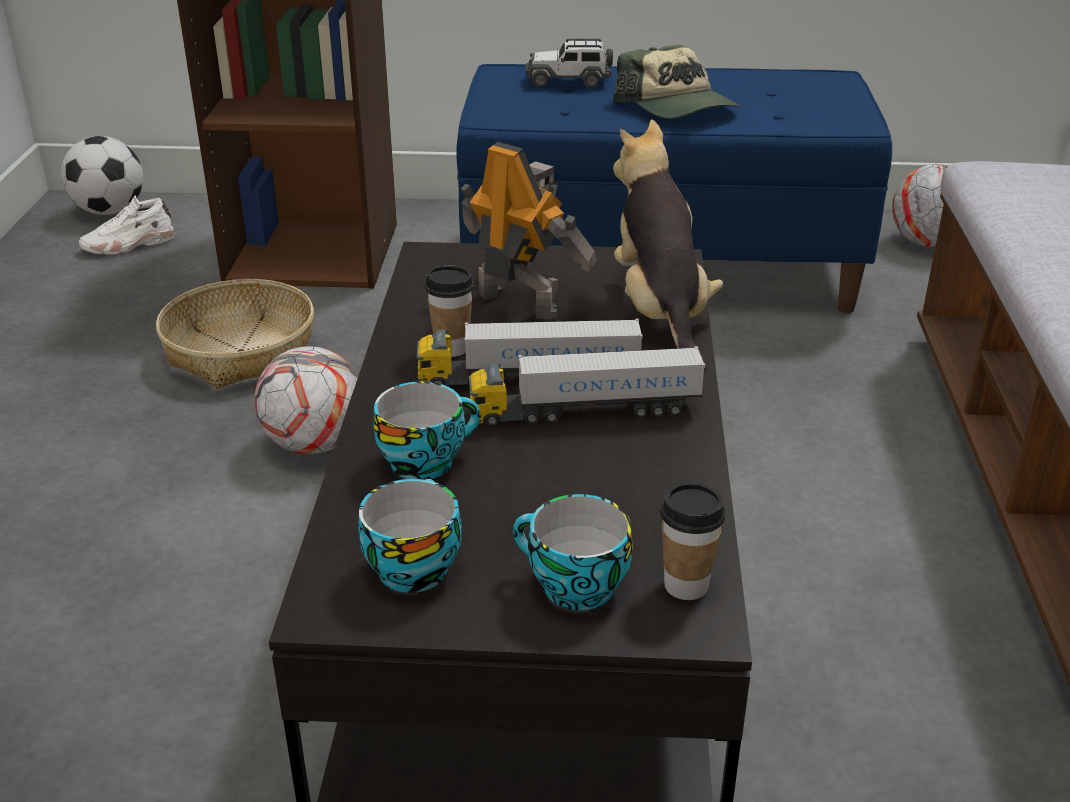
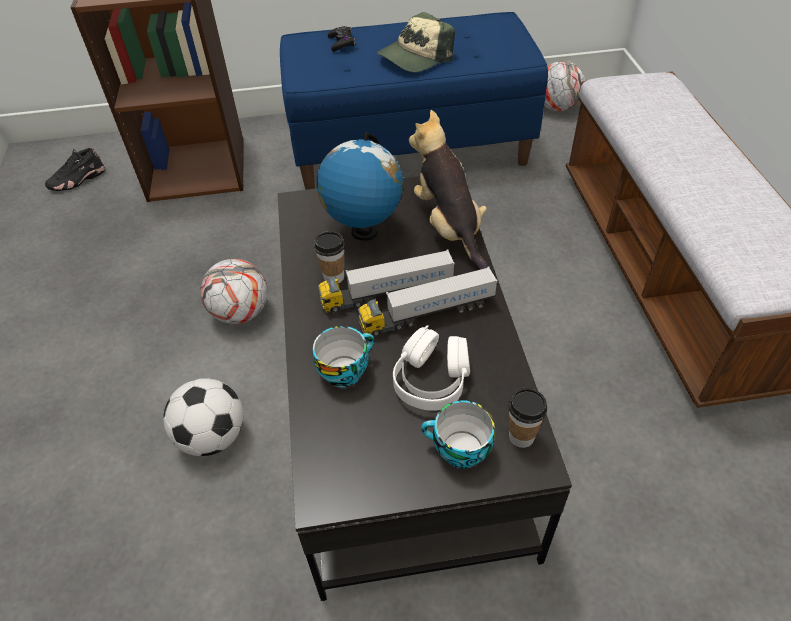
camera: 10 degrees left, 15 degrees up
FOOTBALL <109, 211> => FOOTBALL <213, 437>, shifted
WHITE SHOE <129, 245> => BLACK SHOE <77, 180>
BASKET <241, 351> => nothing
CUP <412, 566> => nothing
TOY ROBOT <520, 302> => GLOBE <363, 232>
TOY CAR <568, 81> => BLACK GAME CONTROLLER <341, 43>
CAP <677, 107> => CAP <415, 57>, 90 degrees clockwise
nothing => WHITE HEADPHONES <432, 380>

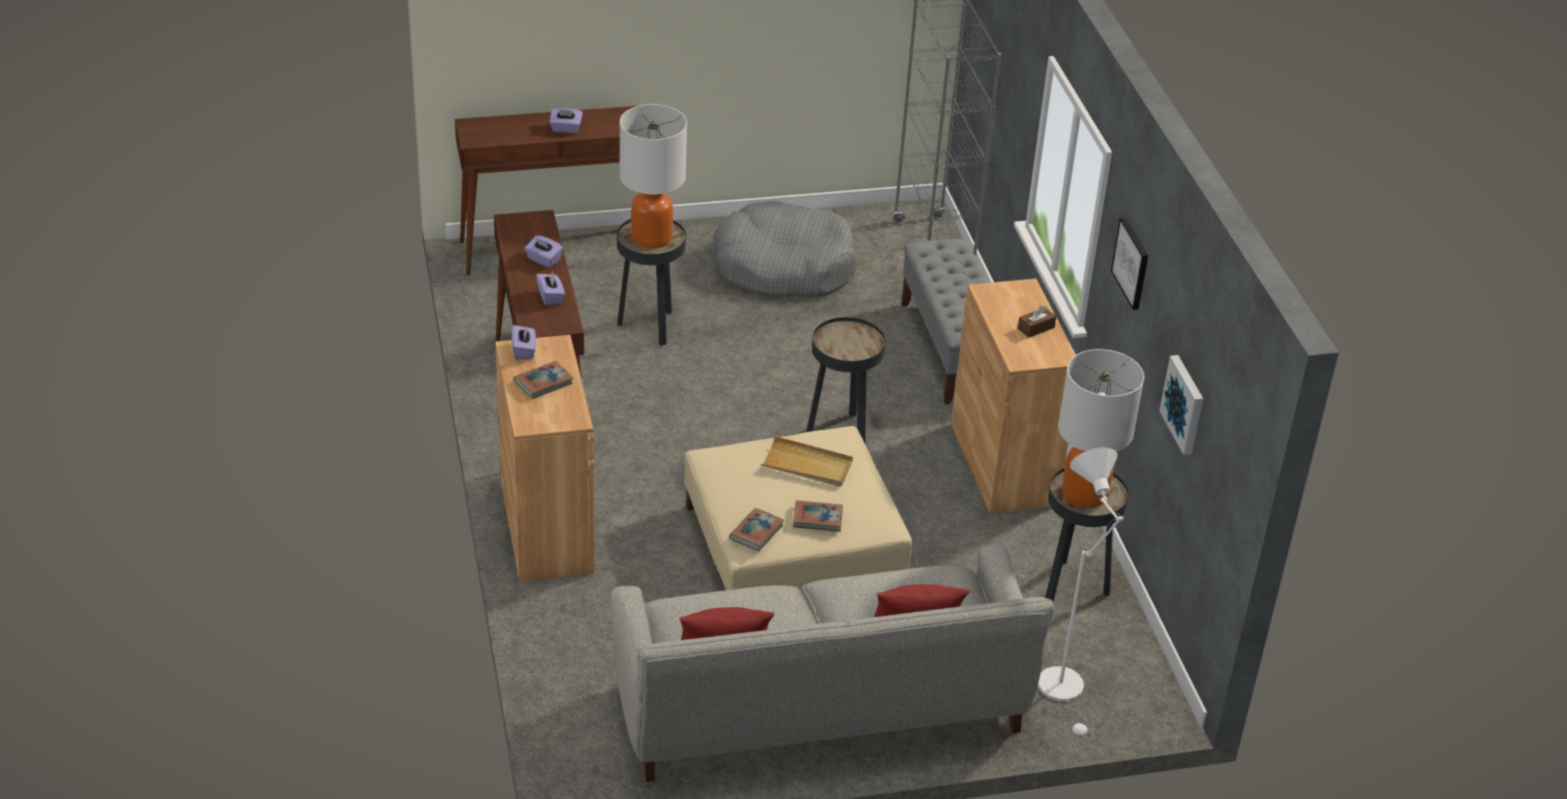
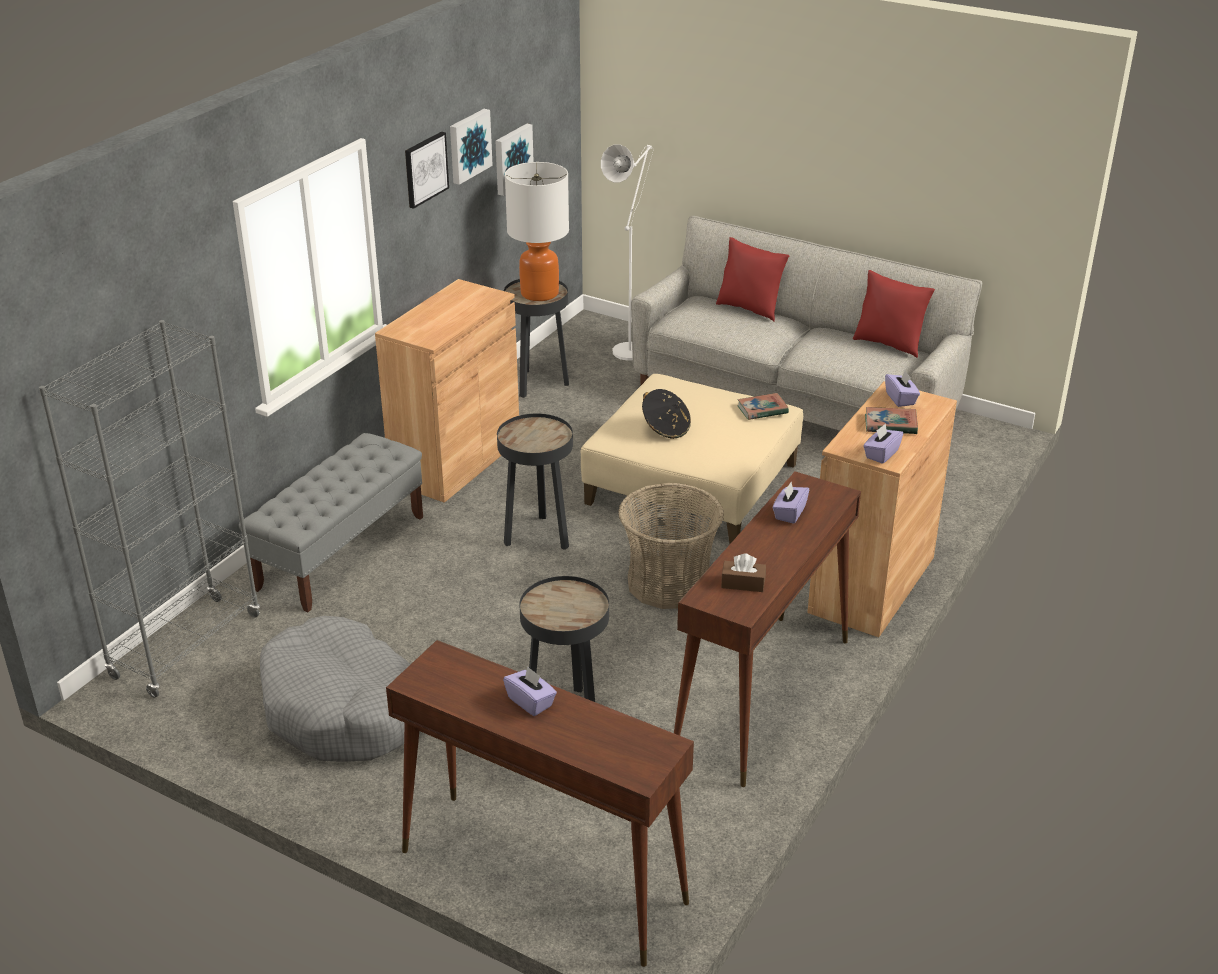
camera: 135 degrees left, 5 degrees down
PURPLE TISSUE BOX <543, 260> => PURPLE TISSUE BOX <900, 399>, shifted
TABLE LAMP <651, 238> => nothing
BEIGE TRAY <807, 465> => BLACK HAT <666, 428>
BOOK <817, 519> => nothing
BROWN TISSUE BOX <1036, 328> => BROWN TISSUE BOX <743, 583>, shifted
nothing => PICTURE <468, 145>
nothing => BASKET <669, 583>

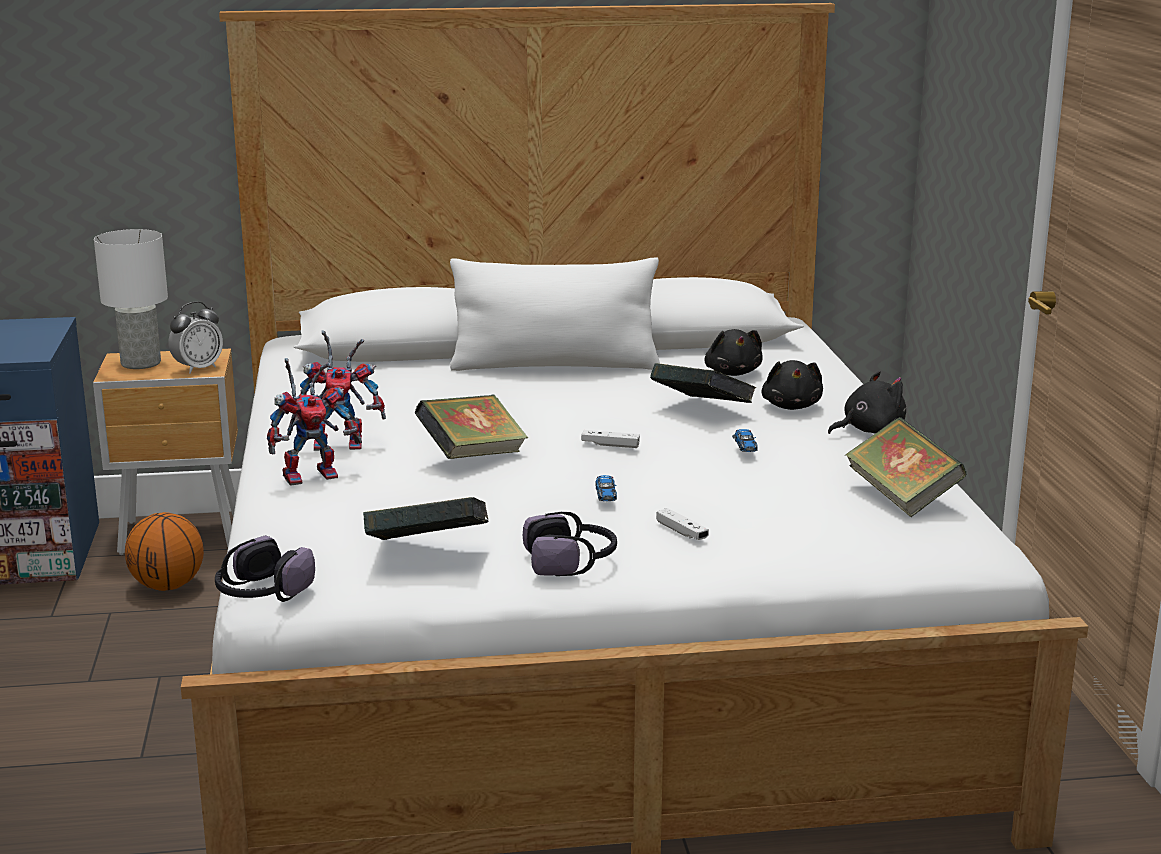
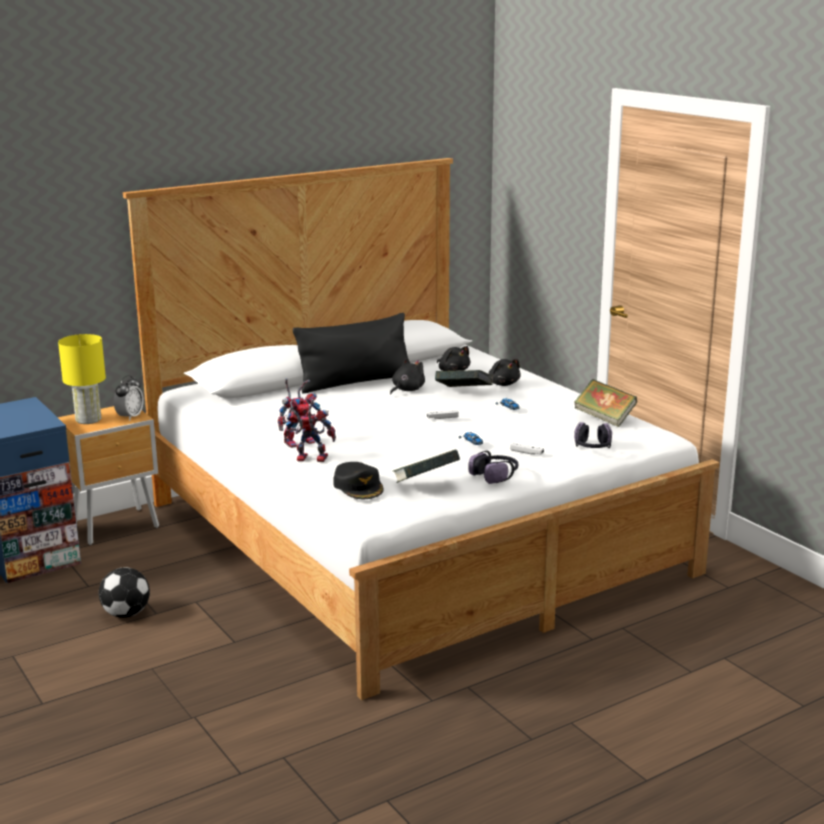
camera: 25 degrees left, 0 degrees up
WHITE TABLE LAMP <142, 363> => YELLOW TABLE LAMP <89, 419>
BASKETBALL <167, 586> => nothing
HEADPHONES <262, 593> => HEADPHONES <592, 447>, shifted
TOY ROBOT <313, 474> => TOY ROBOT <308, 459>, 120 degrees counterclockwise
BOOK <472, 456> => nothing
WHITE PILLOW <555, 366> => BLACK PILLOW <356, 382>
BLACK PLUSH TOY <869, 430> => BLACK PLUSH TOY <406, 390>, shifted
nothing => FOOTBALL <127, 613>
nothing => BLACK CAP <359, 486>

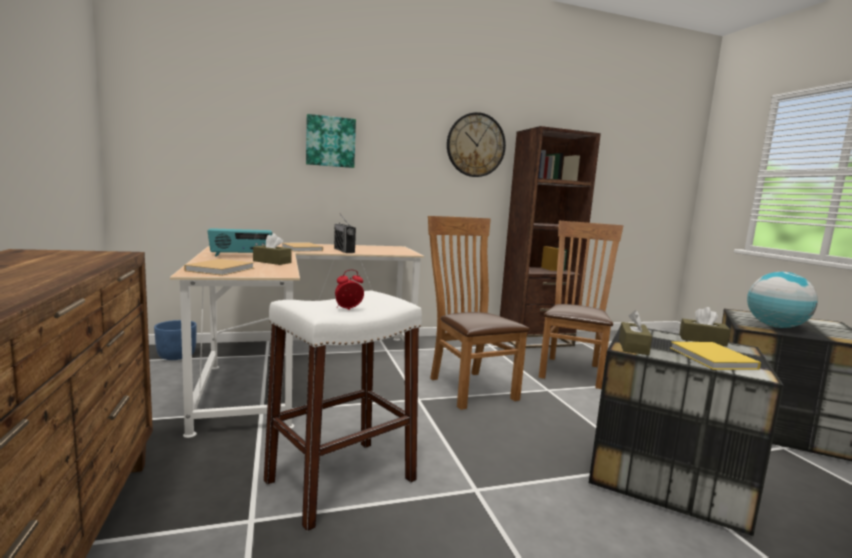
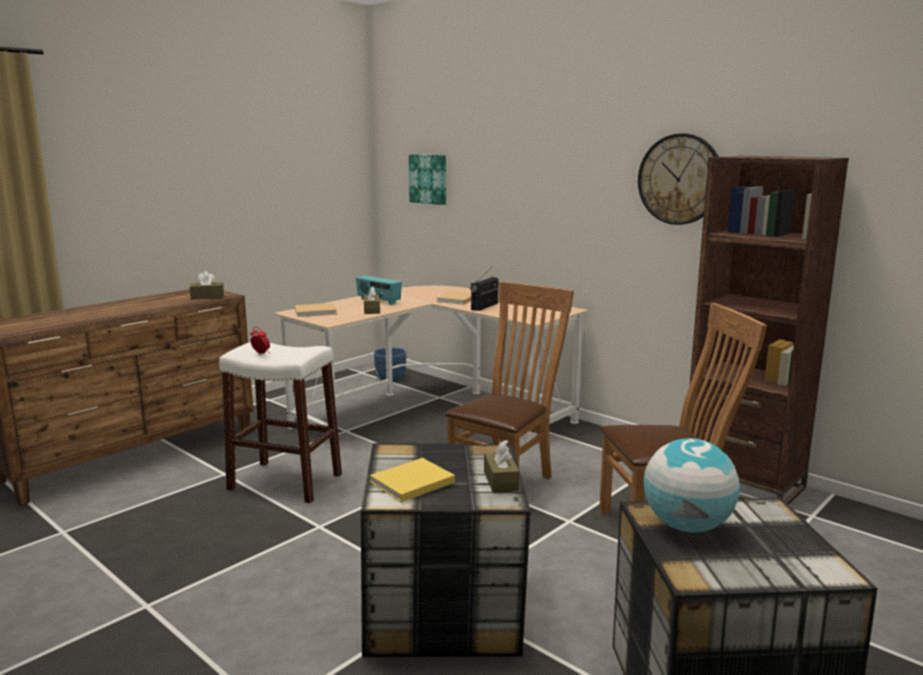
camera: 60 degrees right, 5 degrees up
PICTURE <330, 141> => PICTURE <429, 179>, shifted
BROWN TISSUE BOX <633, 347> => BROWN TISSUE BOX <207, 297>, shifted

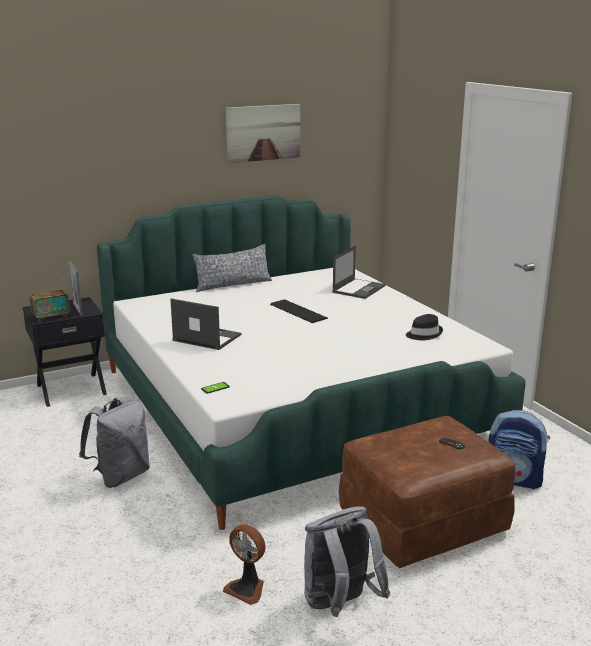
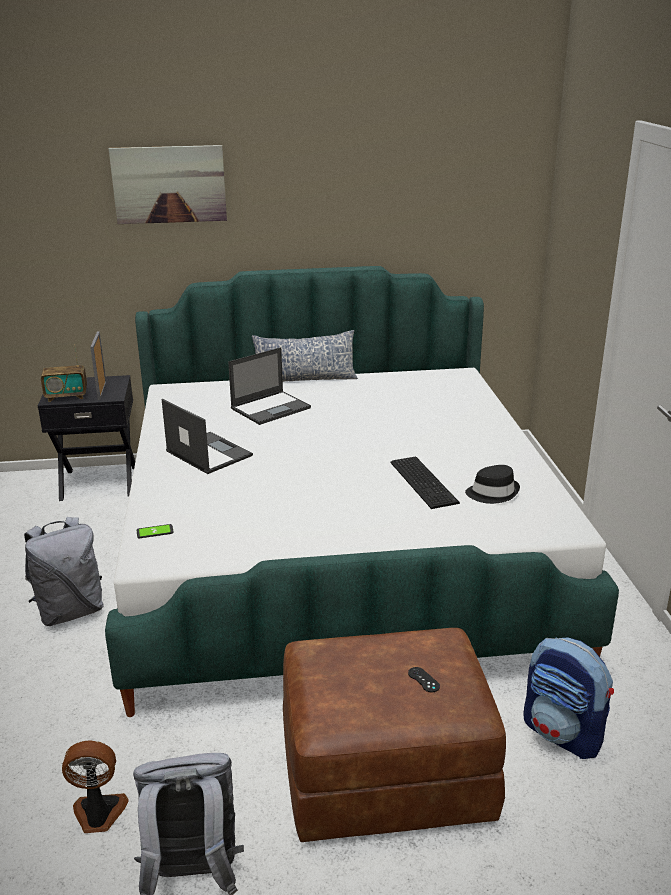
camera: 20 degrees right, 5 degrees up
FAN <247, 588> => FAN <99, 814>, 120 degrees clockwise
PICTURE <263, 133> => PICTURE <169, 184>, shifted
KEYBOARD <298, 311> => KEYBOARD <424, 481>, shifted
LAPTOP <359, 289> => LAPTOP <271, 408>, shifted

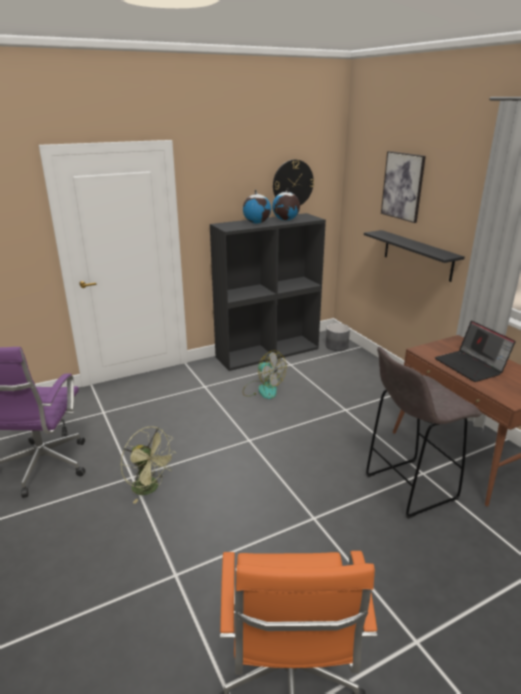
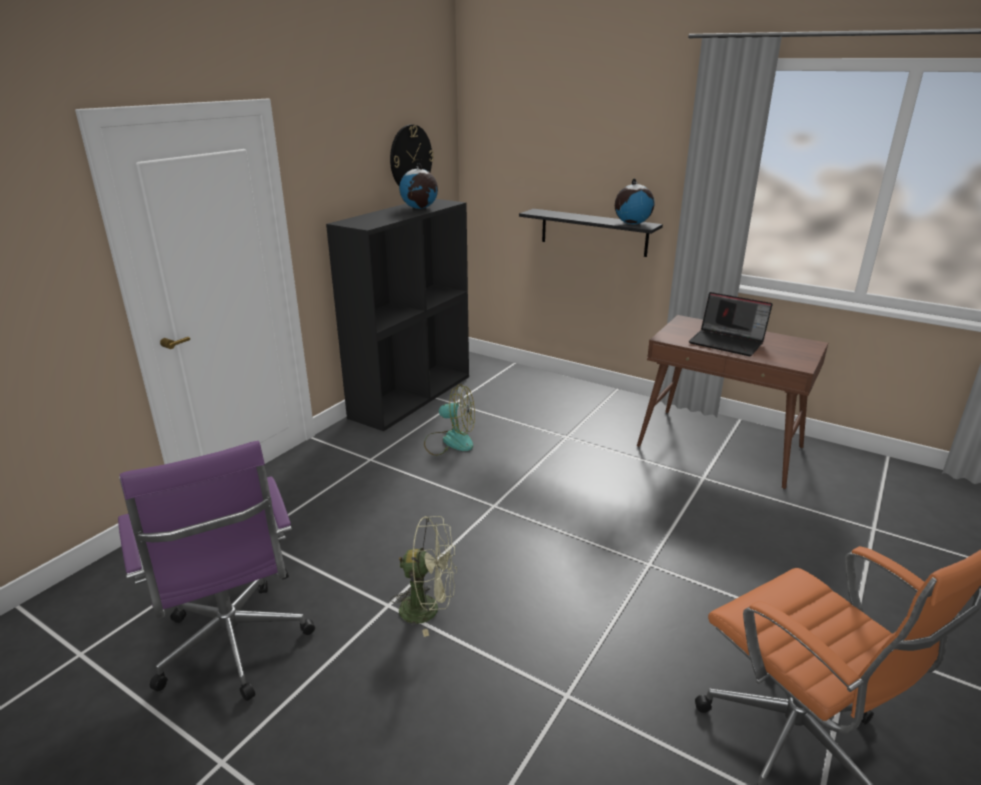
camera: 30 degrees left, 0 degrees up
GLOBE <256, 223> => GLOBE <632, 223>, shifted
GREY PLANTER <337, 346> => nothing
GREY STOOL <408, 488> => nothing
PICTURE <402, 186> => nothing

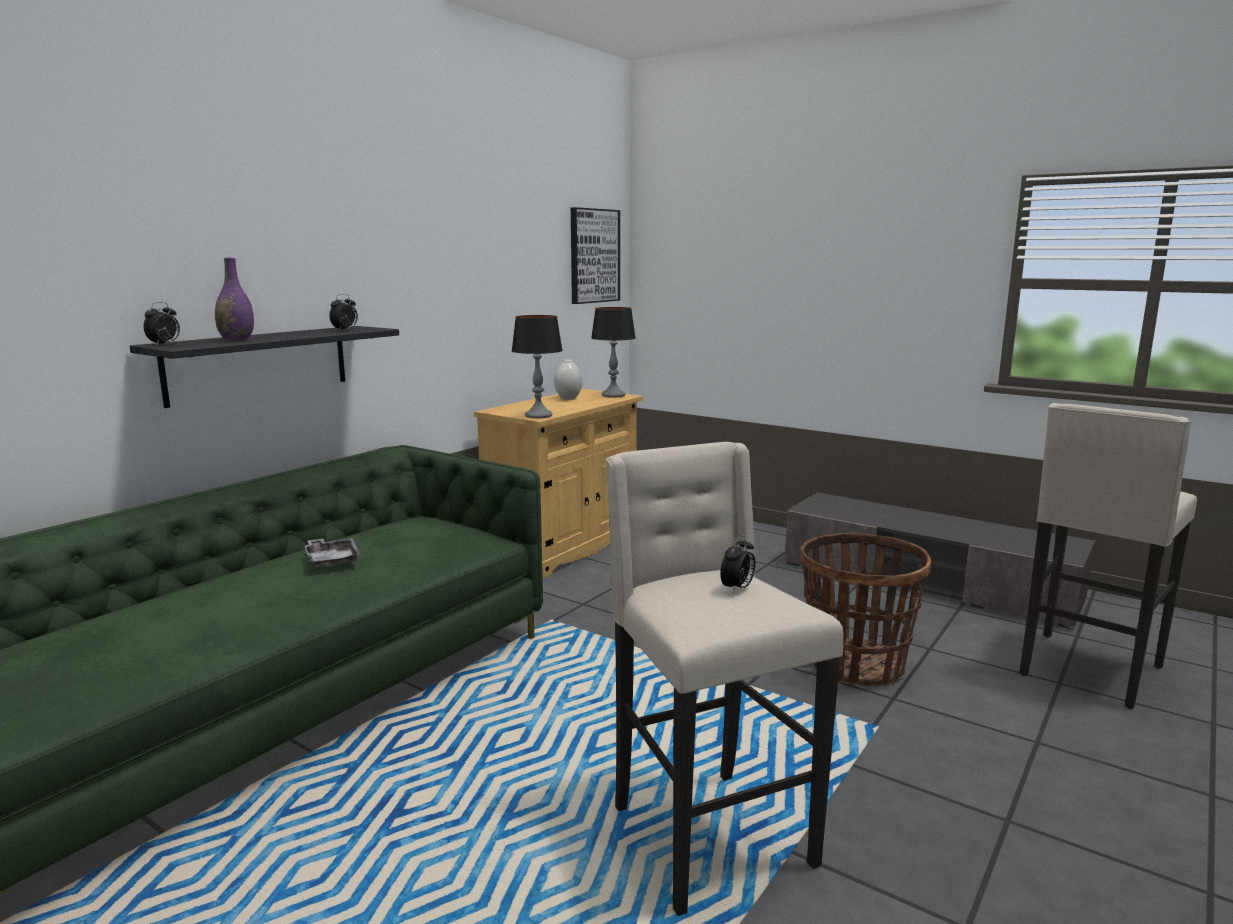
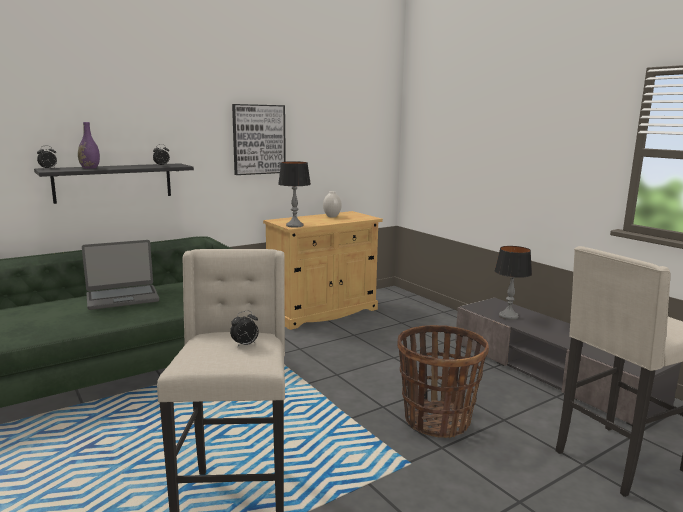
camera: 20 degrees right, 0 degrees up
GREY TRAY <332, 560> => LAPTOP <122, 298>
PICTURE <594, 256> => PICTURE <258, 139>, shifted
TABLE LAMP <613, 395> => TABLE LAMP <509, 316>, shifted

